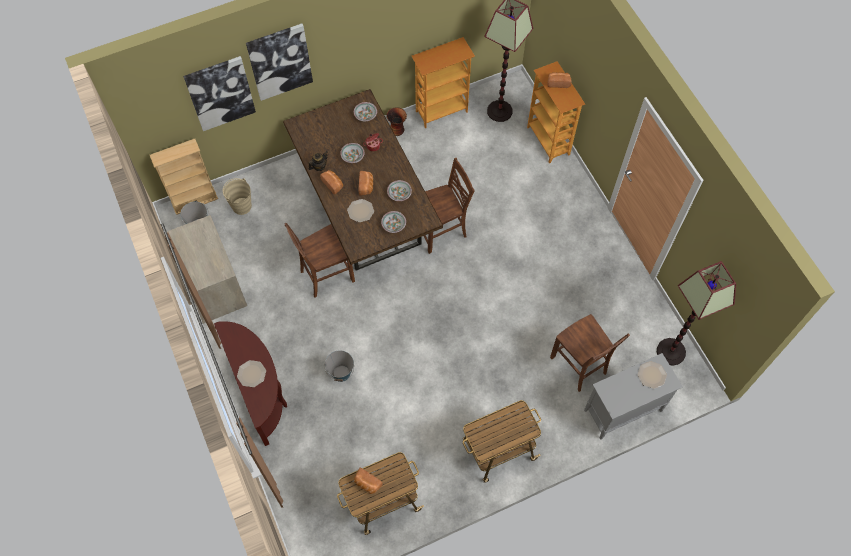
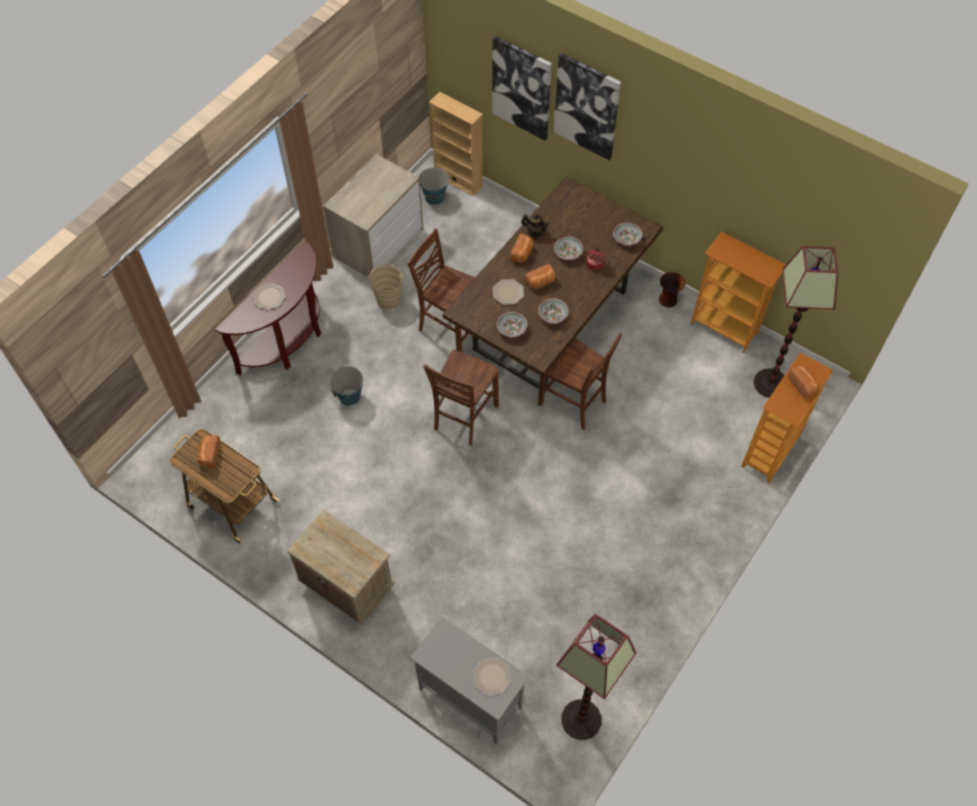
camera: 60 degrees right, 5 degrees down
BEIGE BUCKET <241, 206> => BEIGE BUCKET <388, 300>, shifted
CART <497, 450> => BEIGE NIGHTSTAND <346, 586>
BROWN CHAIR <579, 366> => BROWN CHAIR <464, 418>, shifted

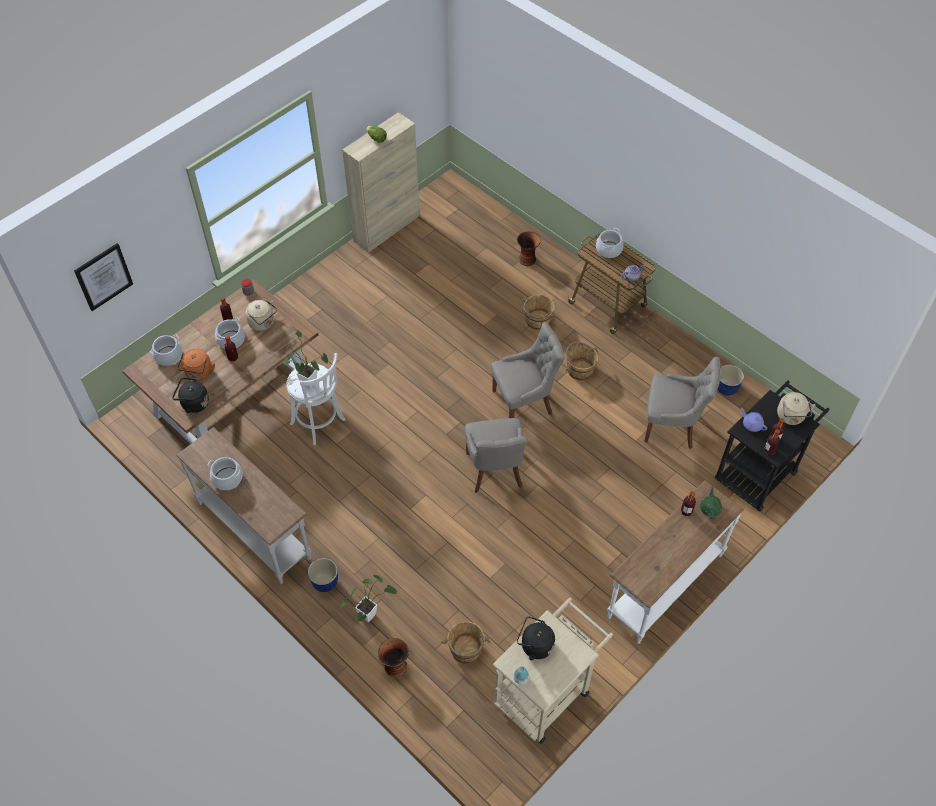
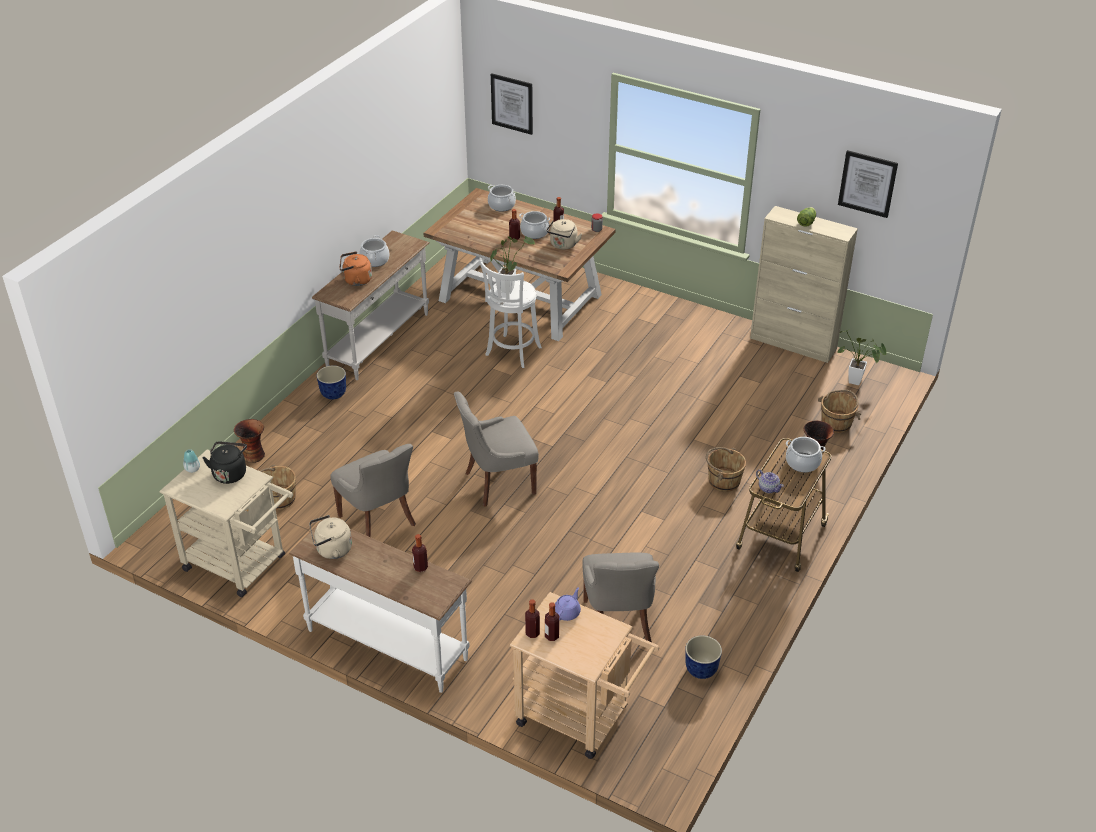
camera: 75 degrees right, 15 degrees down
BLACK KETTLE <193, 403> => nothing
ORANGE KETTLE <198, 373> => ORANGE KETTLE <356, 280>, shifted
POTTED PLANT <370, 613> => POTTED PLANT <858, 382>, shifted
GREY CHAIR <524, 403> => GREY CHAIR <379, 521>, shifted
BROWN BUCKET <580, 369> => BROWN BUCKET <836, 423>, shifted
GREEN TEAPOT <710, 508> => nothing
BLACK CART <759, 471> => BEIGE CART <581, 719>
BEIGE KETTLE <791, 417> => BEIGE KETTLE <331, 550>, shifted
nothing => PICTURE <867, 183>

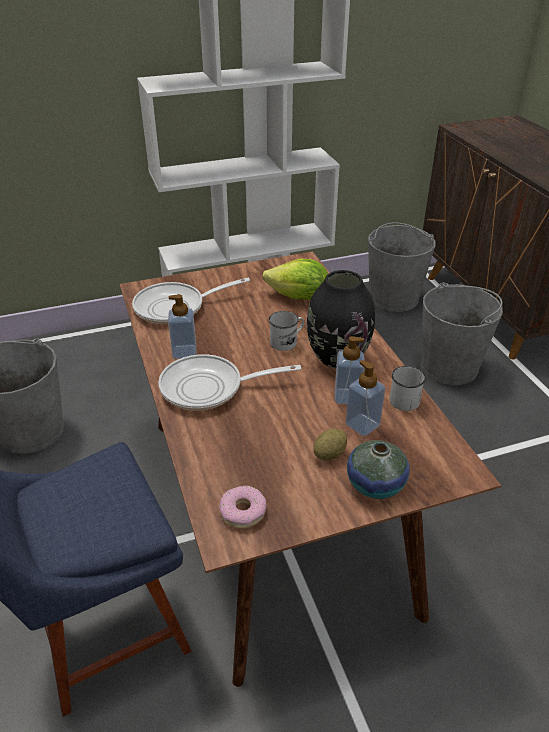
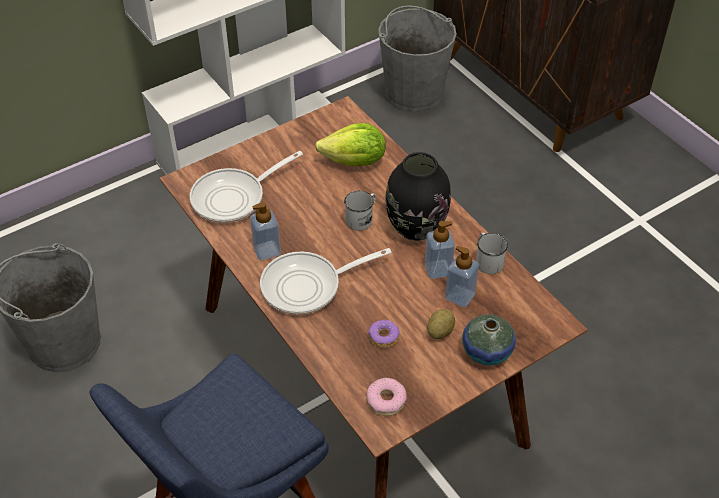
camera: 15 degrees left, 10 degrees up
GREY BUCKET <449, 367> => nothing
nothing => DONUT <383, 337>

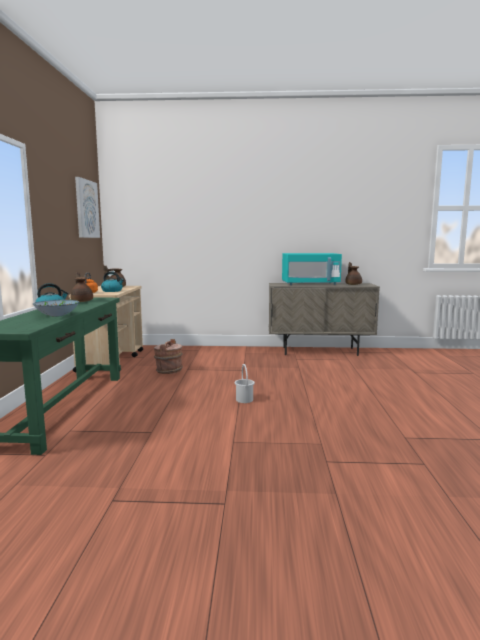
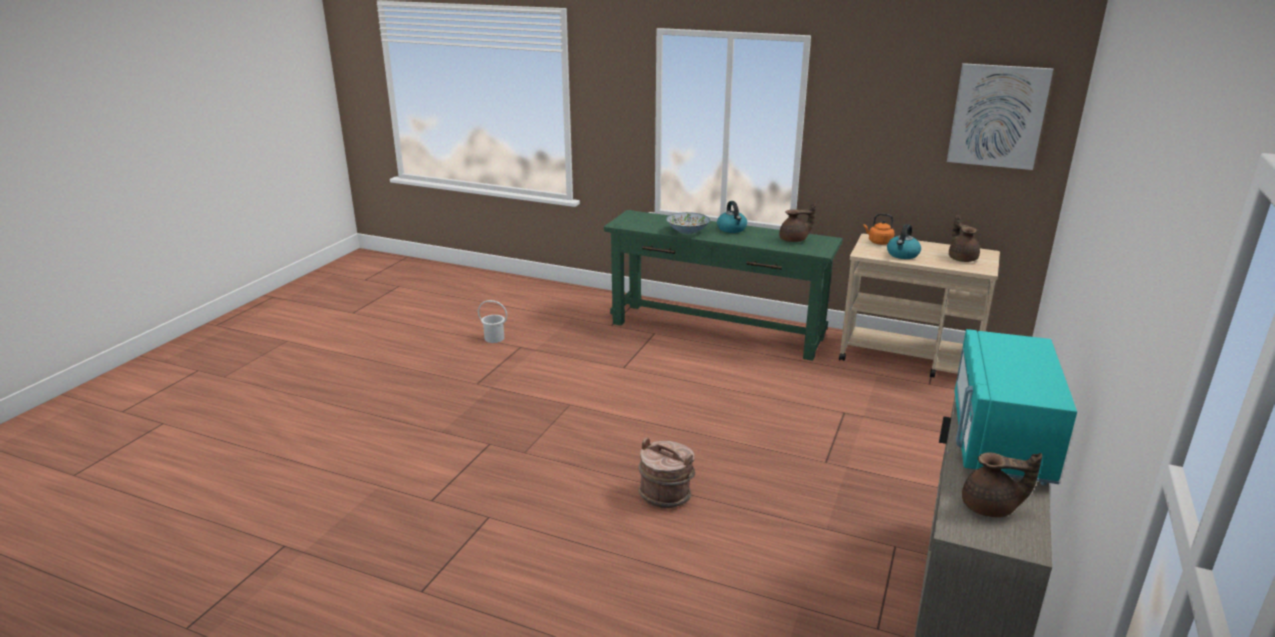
camera: 110 degrees right, 15 degrees up
BROWN BUCKET <168, 370> => BROWN BUCKET <665, 494>, shifted
WHITE BUCKET <244, 399> => WHITE BUCKET <494, 338>, shifted

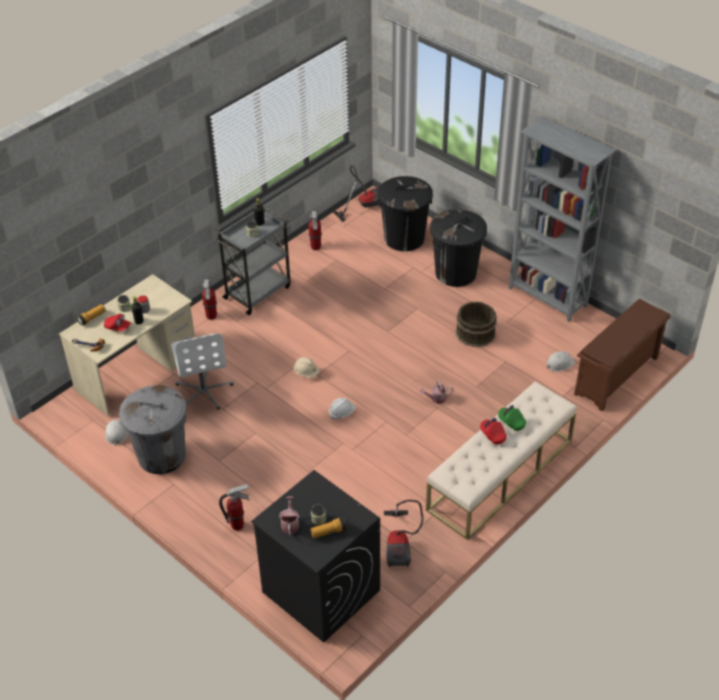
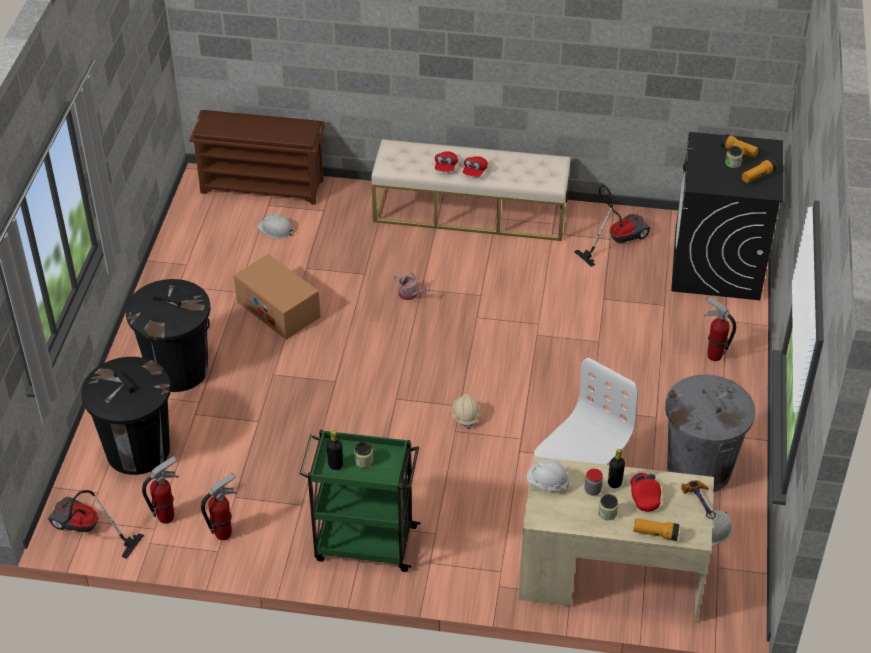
camera: 125 degrees left, 0 degrees up
FIRE EXTINGUISHER <211, 316> => FIRE EXTINGUISHER <166, 517>, shifted
GREY CART <258, 292> => GREEN CART <363, 543>
WATERING CAN <290, 524> => FLASHLIGHT <757, 176>
WHITE HARD HAT <342, 413> => WHITE HARD HAT <547, 483>, shifted
BROWN BUCKET <475, 333> => CARDBOARD BOX <278, 309>
GREEN CAP <511, 422> => RED CAP <446, 167>
GREY BOOKCASE <547, 298> => nothing

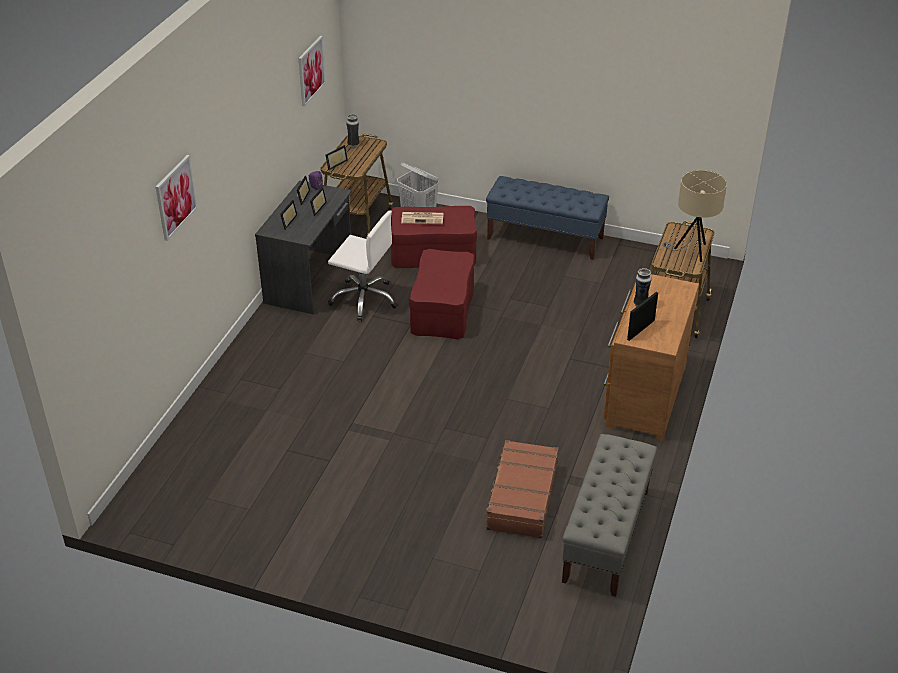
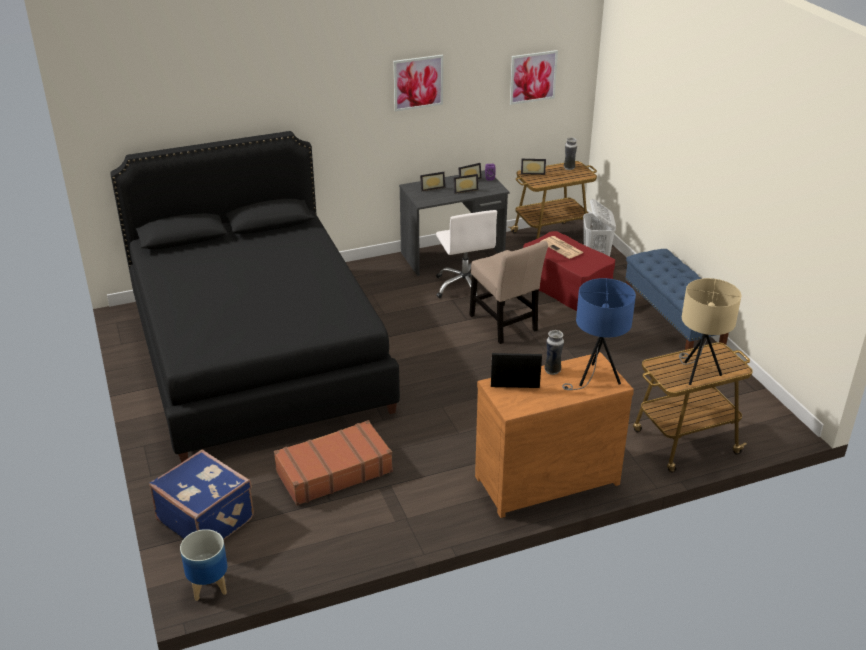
camera: 50 degrees right, 5 degrees down
PICTURE <175, 197> => PICTURE <418, 82>, shifted
RED OTTOMAN <443, 310> => BEIGE CHAIR <504, 325>
GREY BENCH <606, 536> => nothing
nothing => BLACK BED <257, 354>
nothing => BLUE SUITCASE <207, 518>
nothing => PLANTER <208, 586>
nothing => BLUE TABLE LAMP <595, 379>

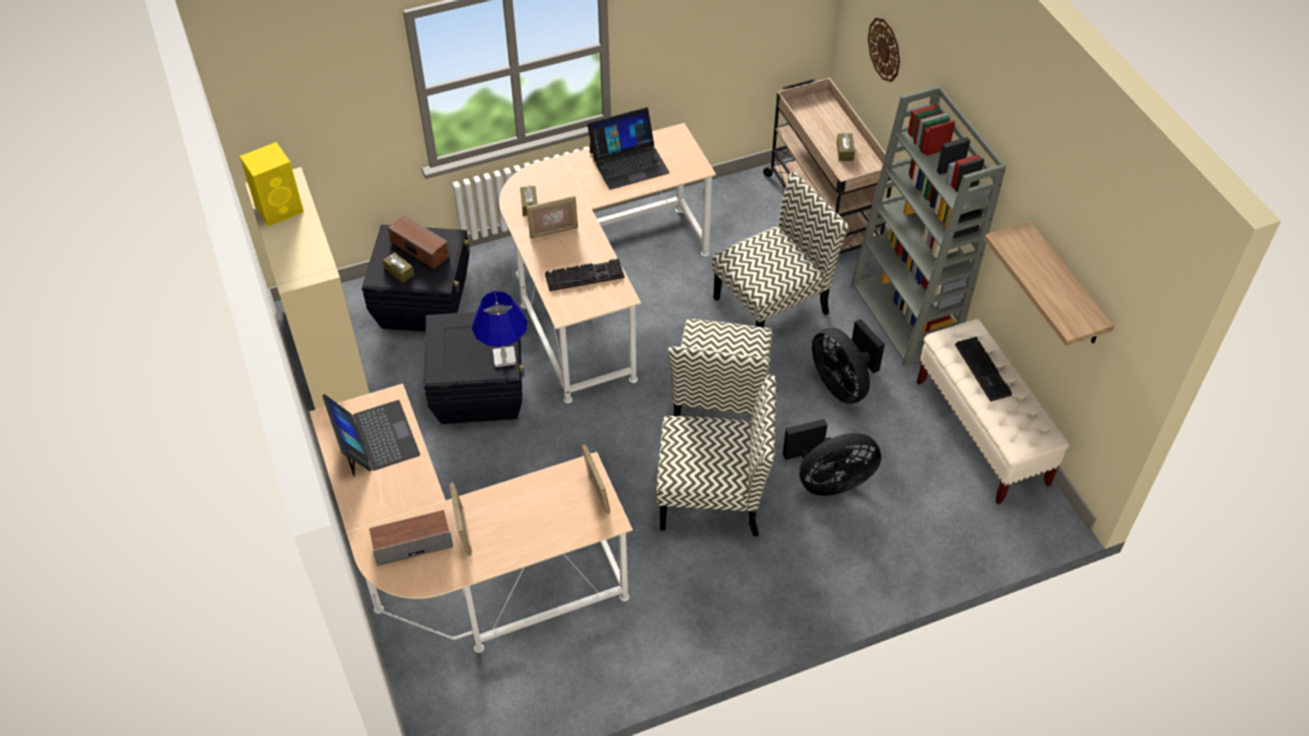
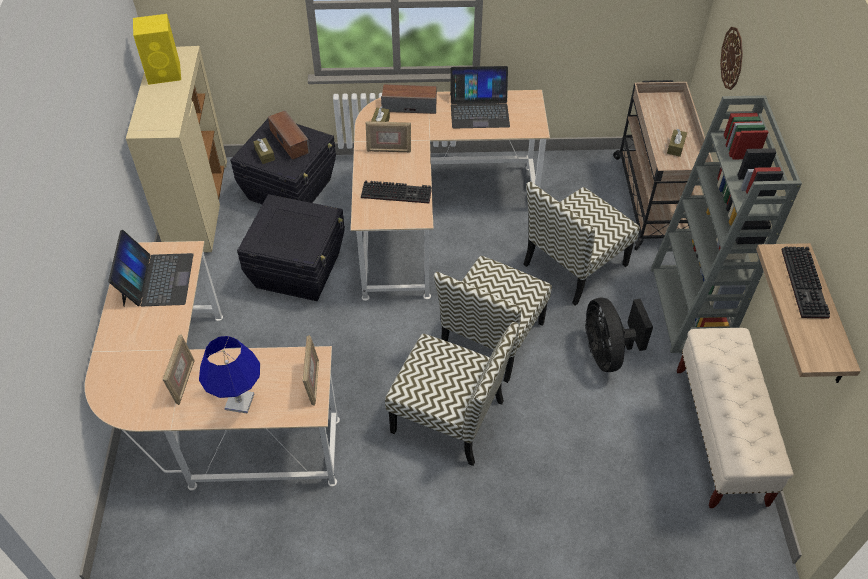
camera: 20 degrees right, 0 degrees up
SPEAKER <412, 544> => SPEAKER <409, 106>, shifted
BLUE TABLE LAMP <504, 357> => BLUE TABLE LAMP <239, 402>, shifted
CHAIR <772, 304> => CHAIR <574, 266>, 150 degrees clockwise
BLACK FAN <829, 480> => nothing
KEYBOARD <984, 370> => KEYBOARD <806, 284>, shifted

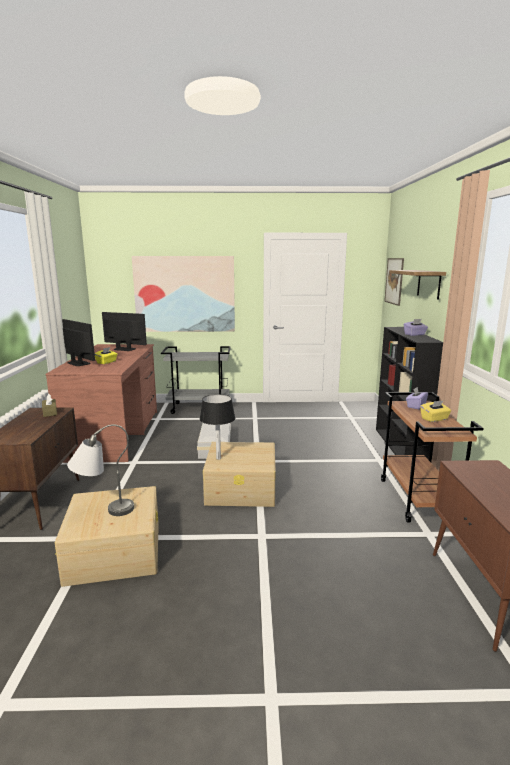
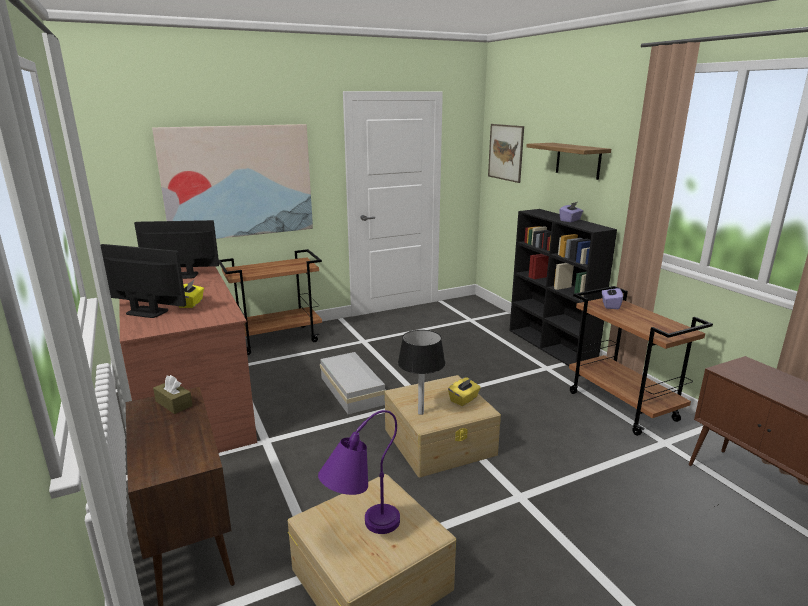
camera: 25 degrees left, 5 degrees up
GREY TABLE LAMP <103, 510> => PURPLE TABLE LAMP <360, 530>
GREY CART <199, 408> => BROWN CART <277, 339>
YELLOW TISSUE BOX <434, 419> => YELLOW TISSUE BOX <464, 399>, shifted

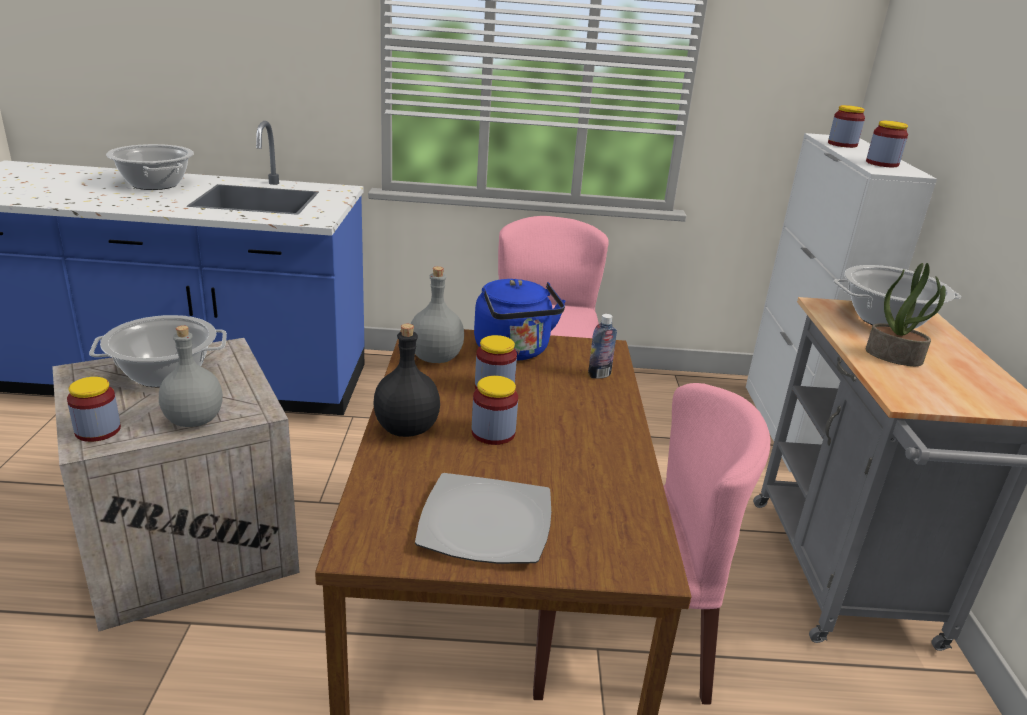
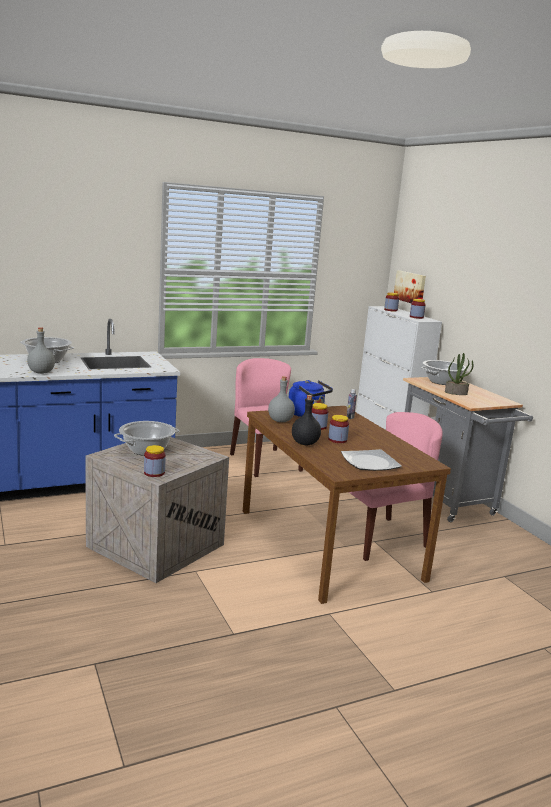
camera: 25 degrees left, 10 degrees down
GREY BOTTLE <195, 420> => GREY BOTTLE <42, 372>, shifted
nothing => PICTURE <410, 287>

